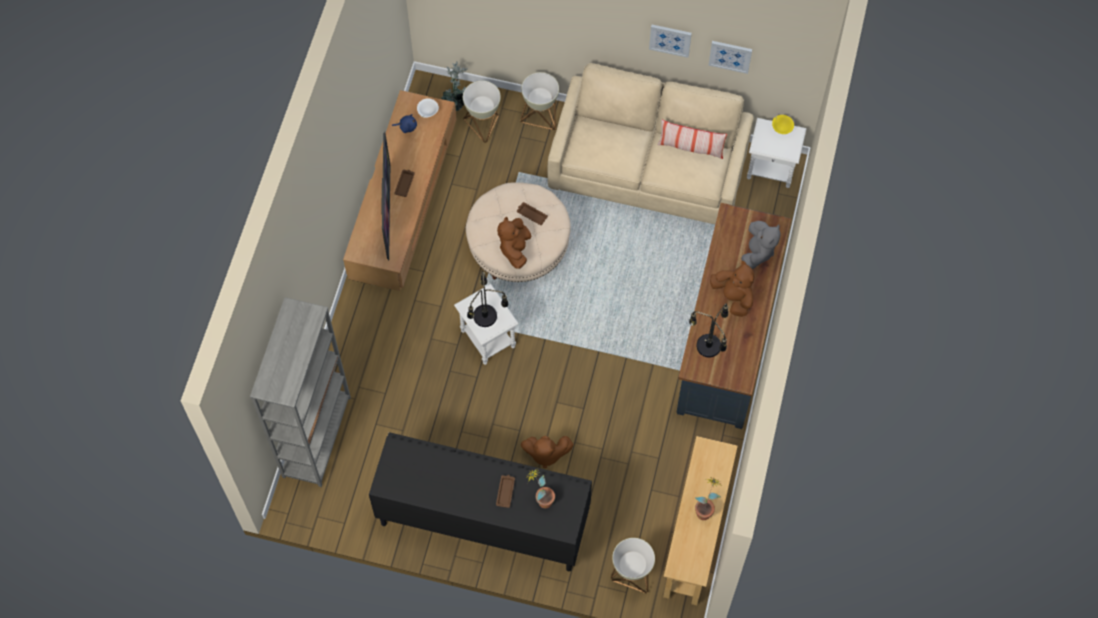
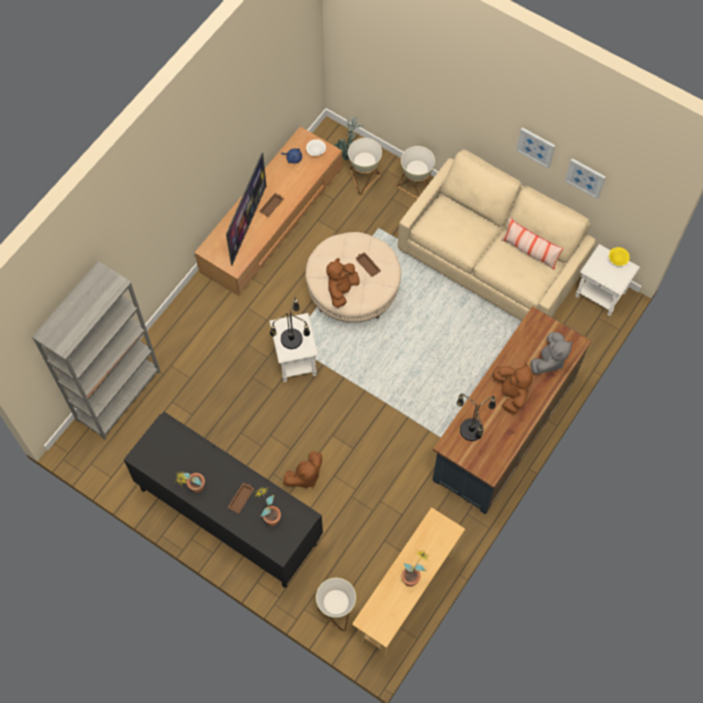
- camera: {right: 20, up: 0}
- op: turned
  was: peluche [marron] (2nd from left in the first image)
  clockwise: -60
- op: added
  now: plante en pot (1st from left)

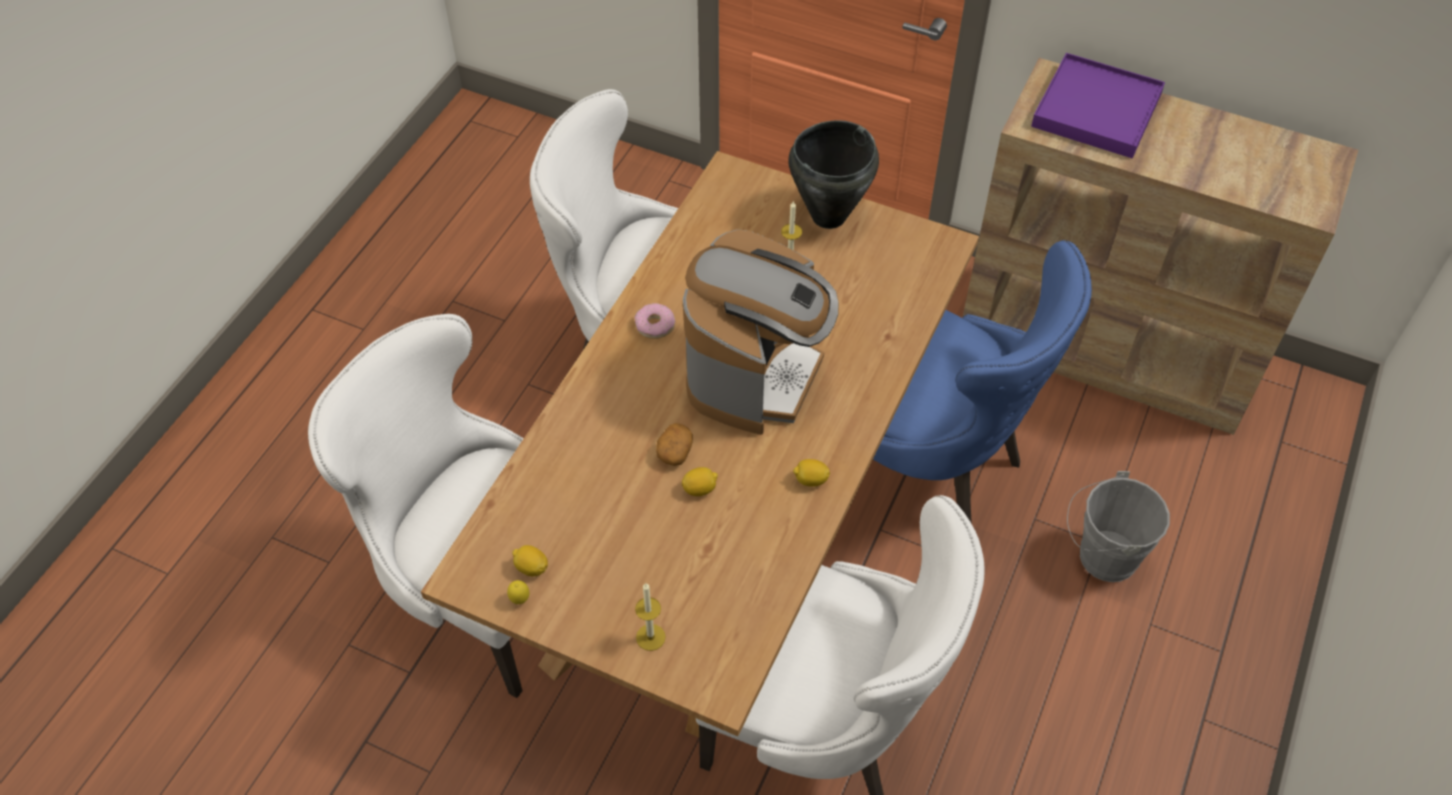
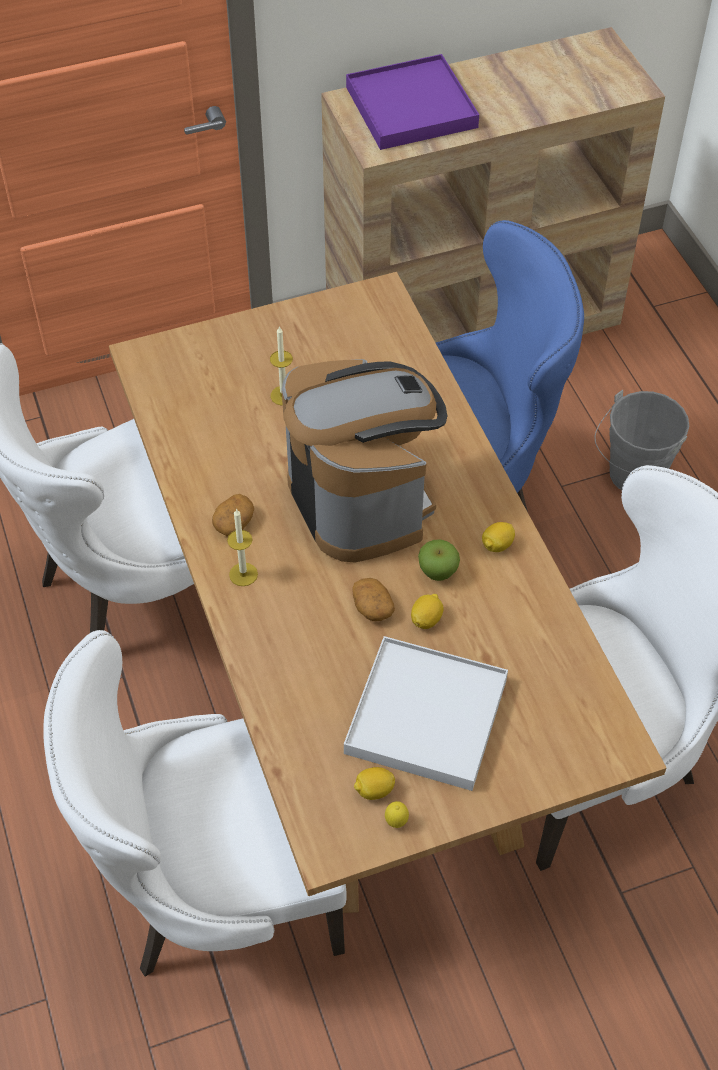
- camera: {right: -45, up: 0}
- op: replaced
  was: beignet
  now: pomme de terre (1st from left)
- op: moved
  was: bougie (1st from left)
- op: removed
  was: marmite [noir]
- op: added
  now: plateau [blanc]
- op: added
  now: pomme

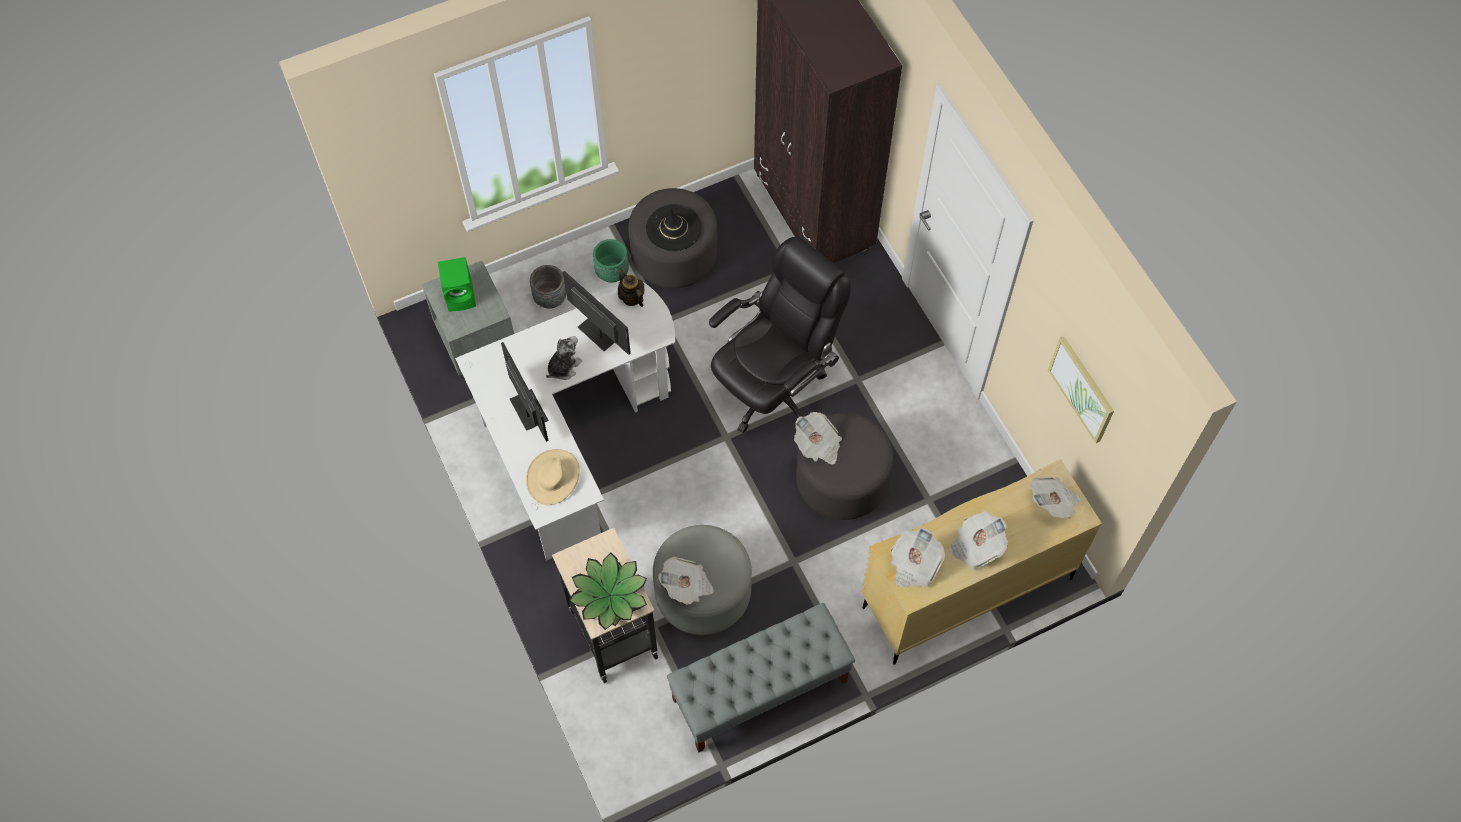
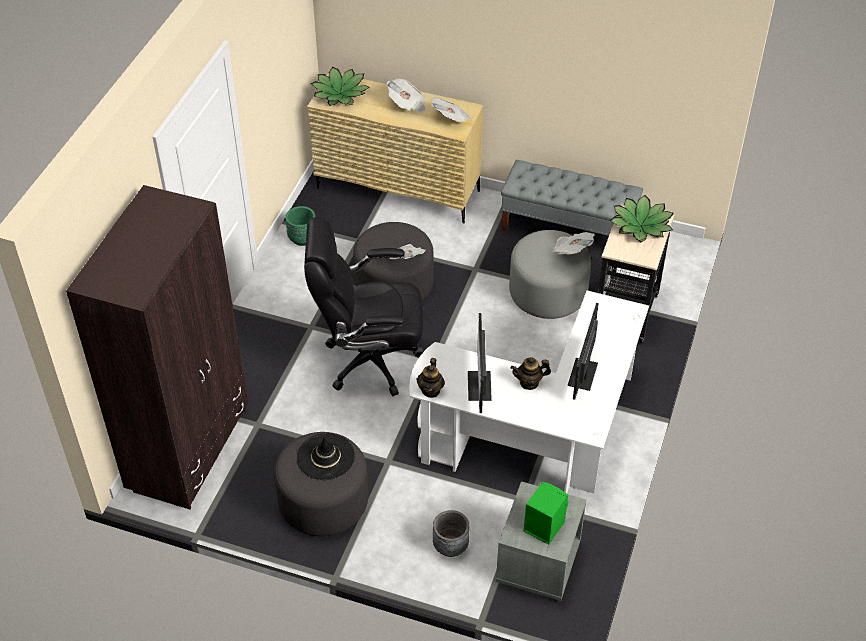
- camera: {right: -135, up: -15}
- op: removed
  was: chapeau [beige]
- op: replaced
  was: peluche
  now: théière (2nd from left)
- op: moved
  was: cache-pot [vert]
- op: replaced
  was: journal (5th from left)
  now: plante en pot (1st from left)
- op: removed
  was: tableau

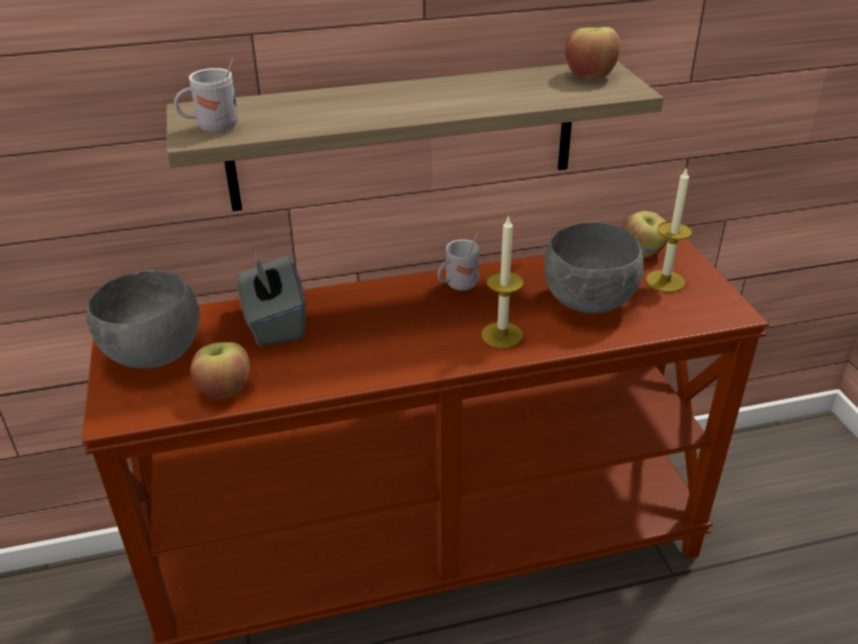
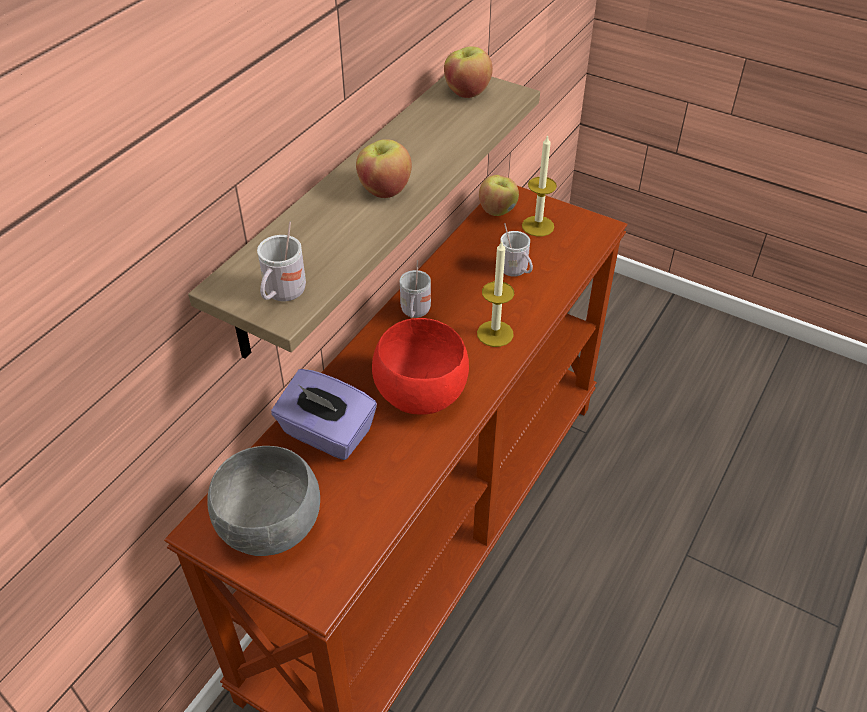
- camera: {right: -45, up: 10}
- op: moved
  was: pomme (1st from left)
- op: recoloured
  was: boîte à mouchoirs [gris]
  now: boîte à mouchoirs [violet]
- op: replaced
  was: bol [gris] (2nd from left)
  now: mug [blanc] (3rd from left)
- op: added
  now: bol [rouge]

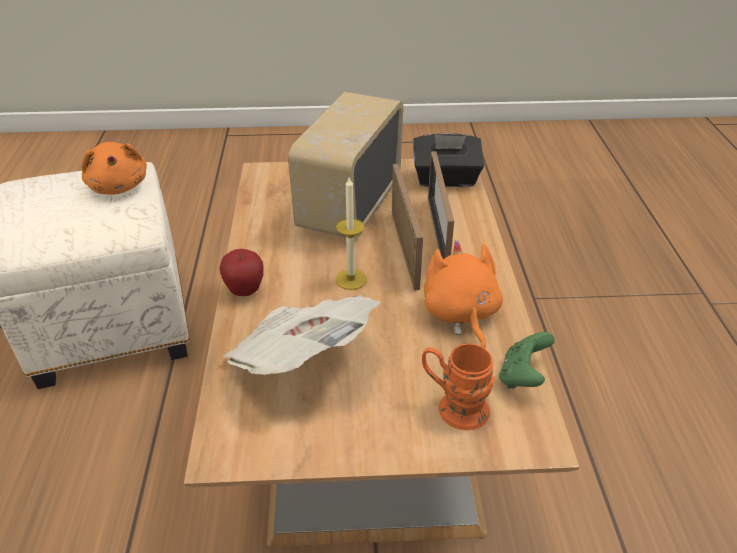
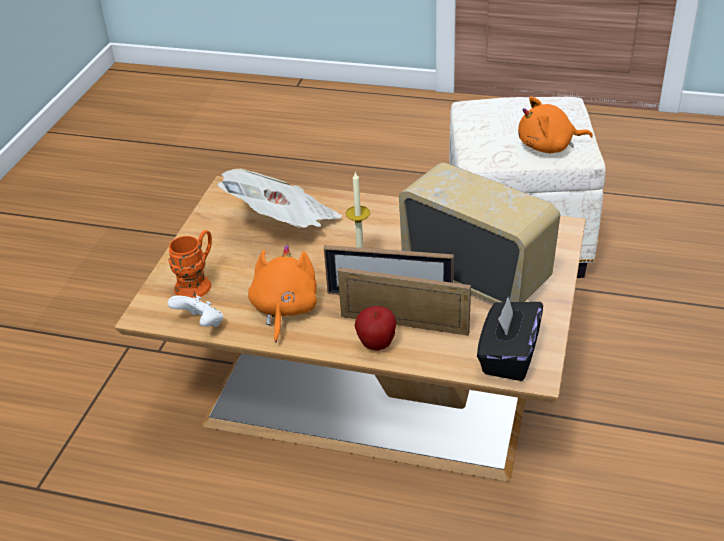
- camera: {right: 110, up: 0}
- op: moved
  was: pomme
- op: turned
  was: peluche [orange] (2nd from left in the first image)
  clockwise: -90
- op: recoloured
  was: manette [vert]
  now: manette [blanc]

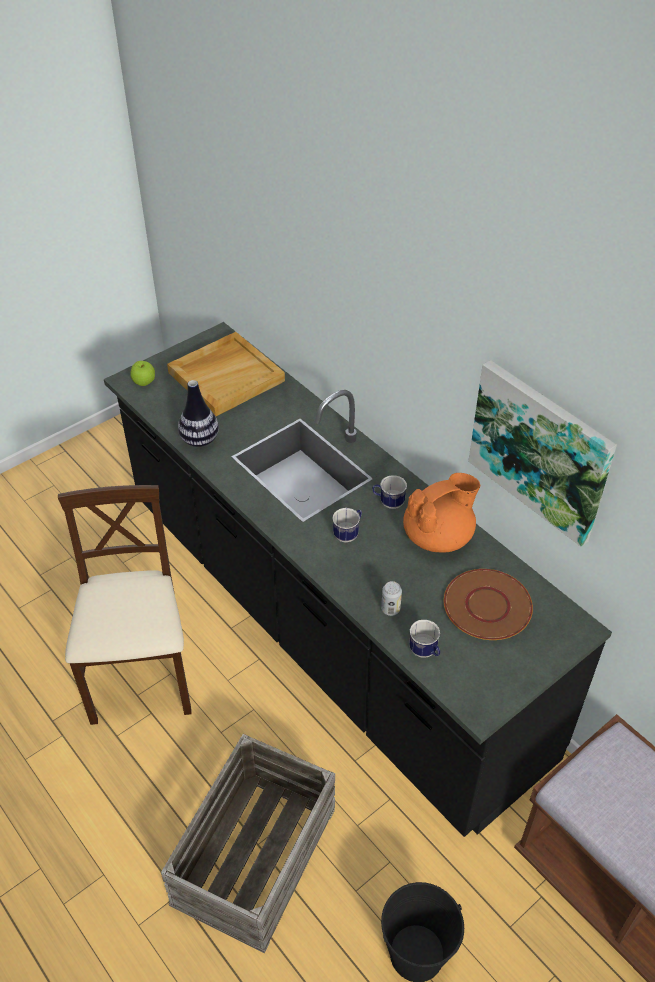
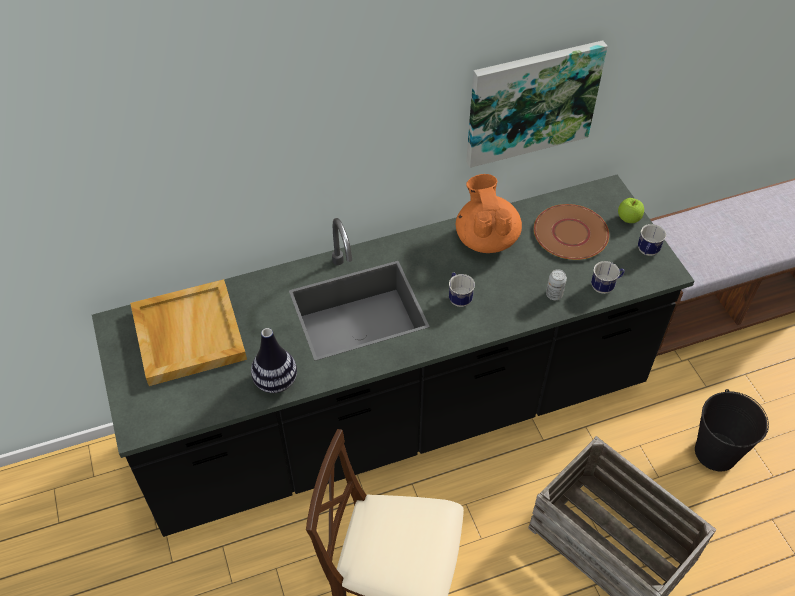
- camera: {right: -70, up: 5}
- op: moved
  was: pomme
- op: moved
  was: mug (2nd from left in the first image)
  now: mug (3rd from left)

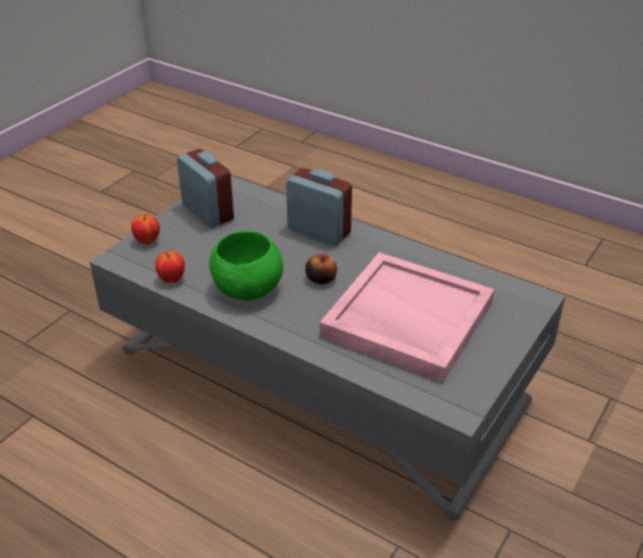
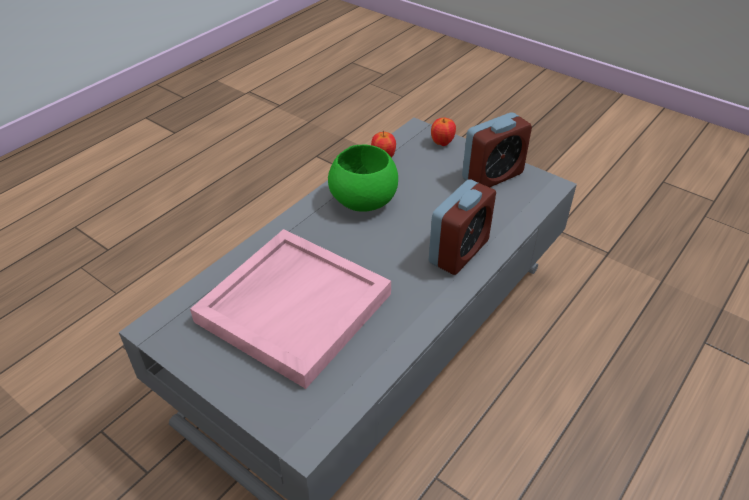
- camera: {right: 95, up: 5}
- op: removed
  was: pomme (3rd from left)

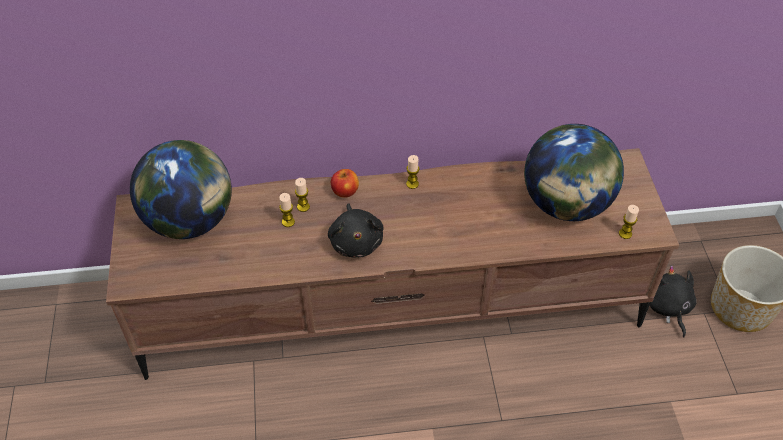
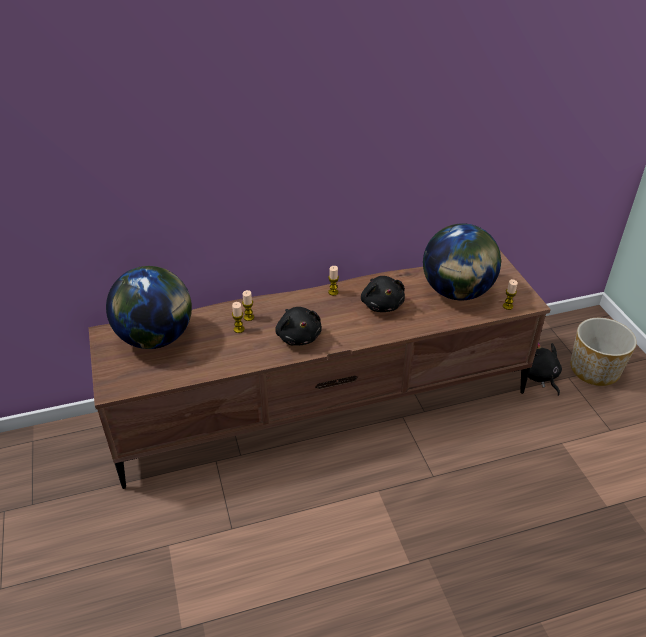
- camera: {right: -10, up: -10}
- op: removed
  was: pomme
- op: added
  now: peluche [noir] (2nd from left)

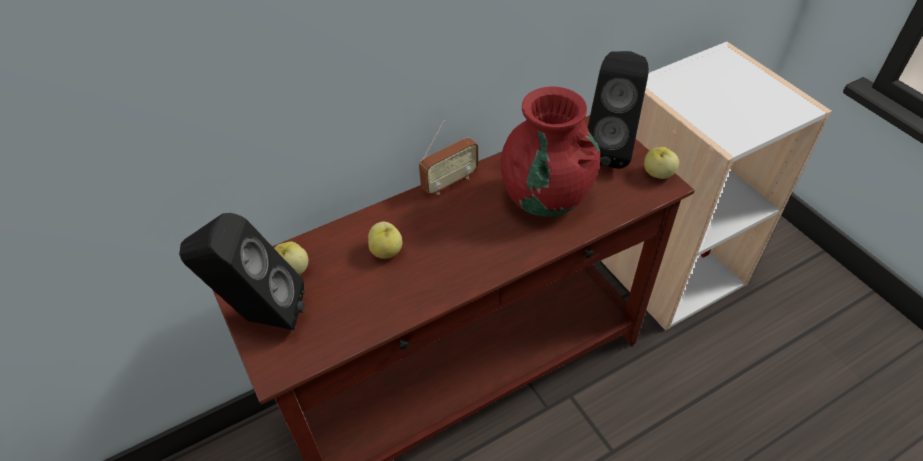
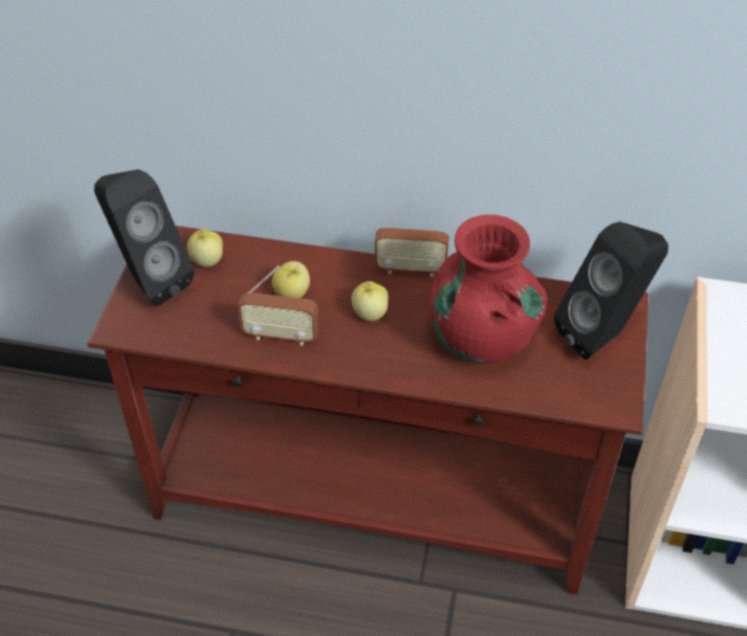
- camera: {right: 40, up: 0}
- op: moved
  was: pomme (3rd from left)
- op: added
  now: radio (1st from left)

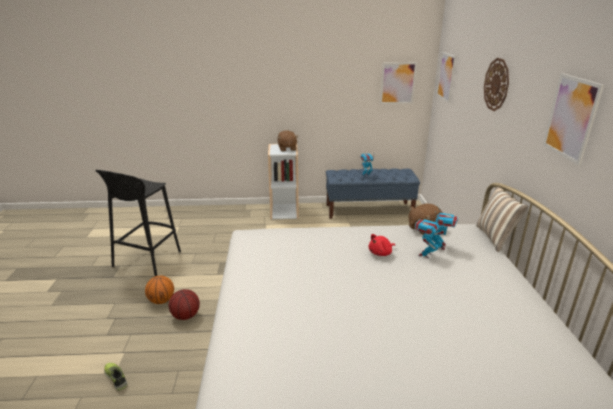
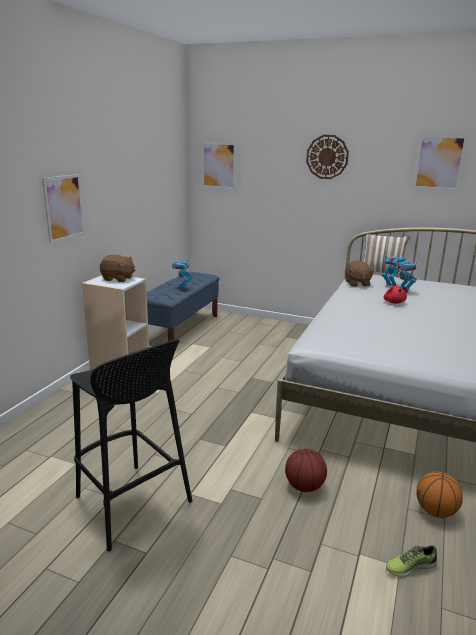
- camera: {right: -65, up: -5}
- op: moved
  was: ballon de basket (1st from left in the first image)
  now: ballon de basket (2nd from left)
- op: moved
  was: tableau (1st from left)

